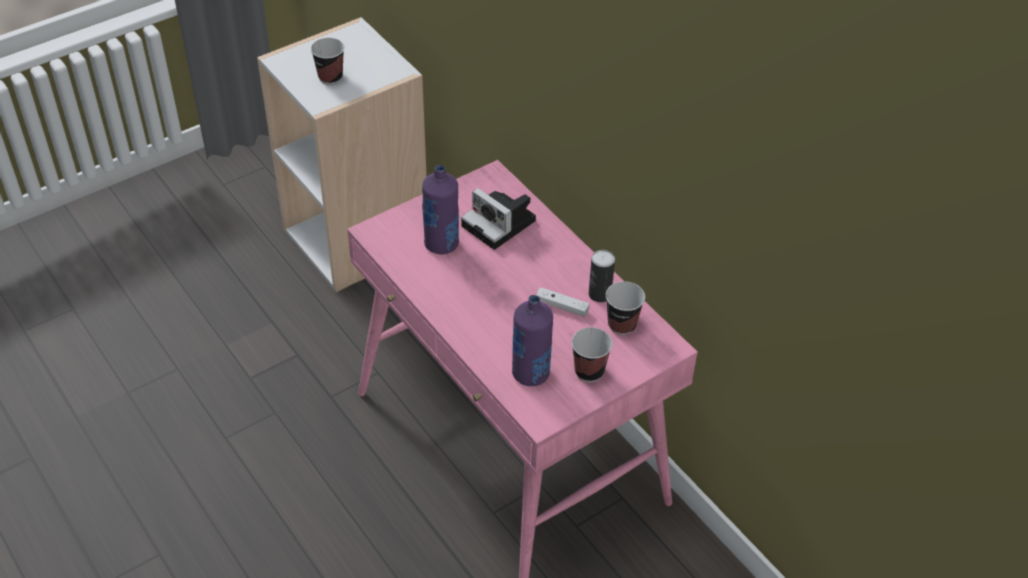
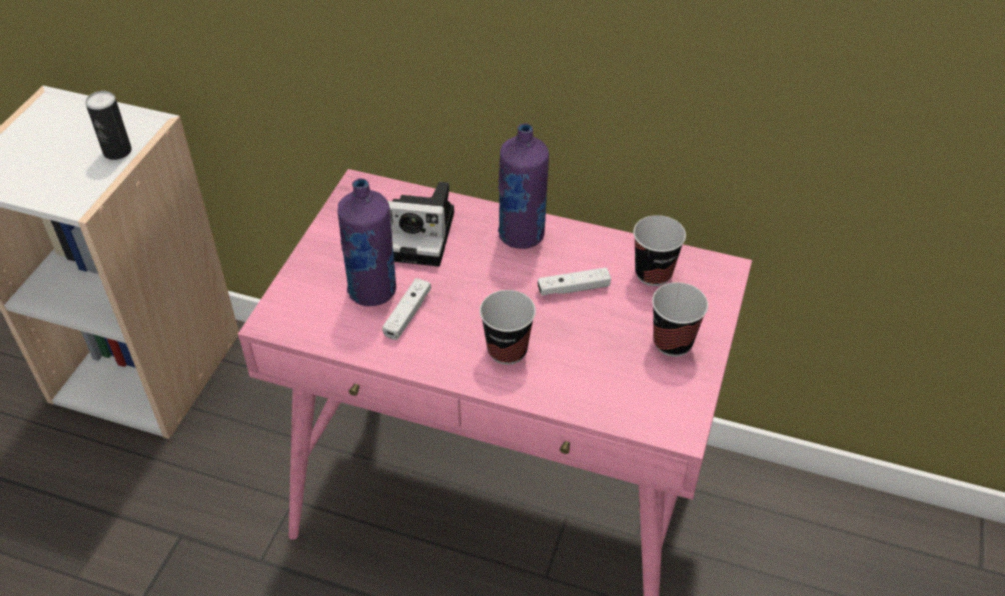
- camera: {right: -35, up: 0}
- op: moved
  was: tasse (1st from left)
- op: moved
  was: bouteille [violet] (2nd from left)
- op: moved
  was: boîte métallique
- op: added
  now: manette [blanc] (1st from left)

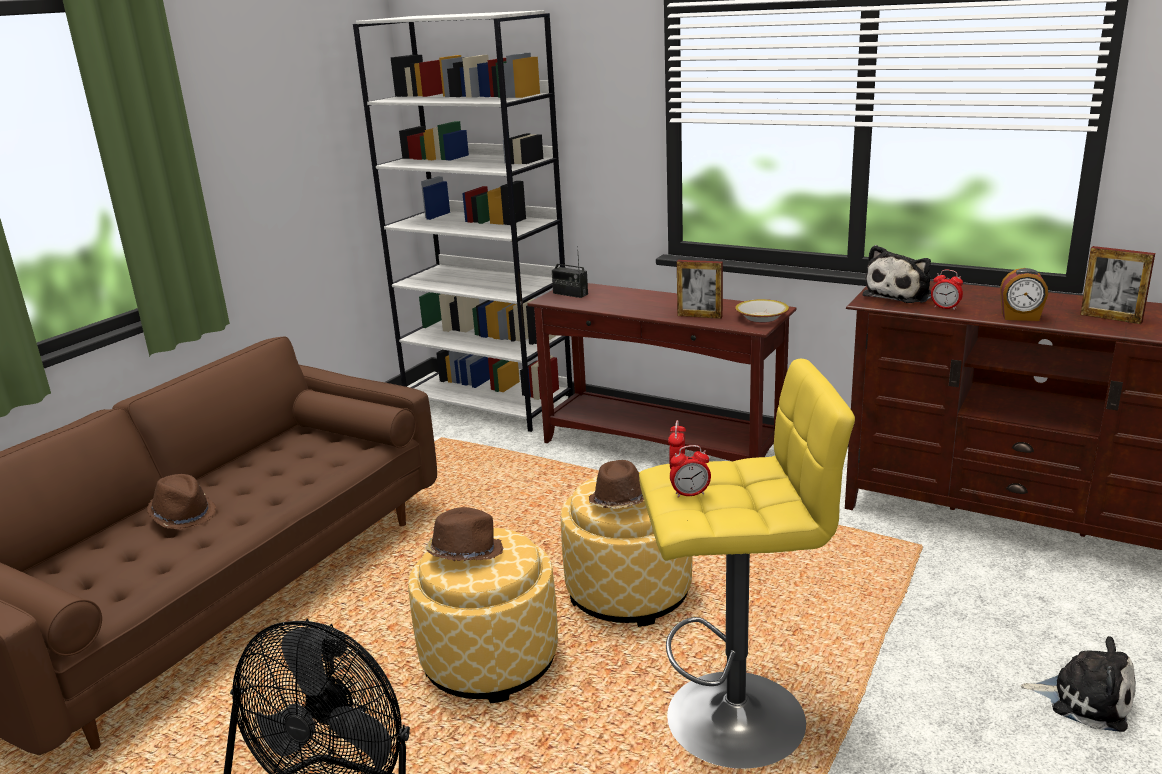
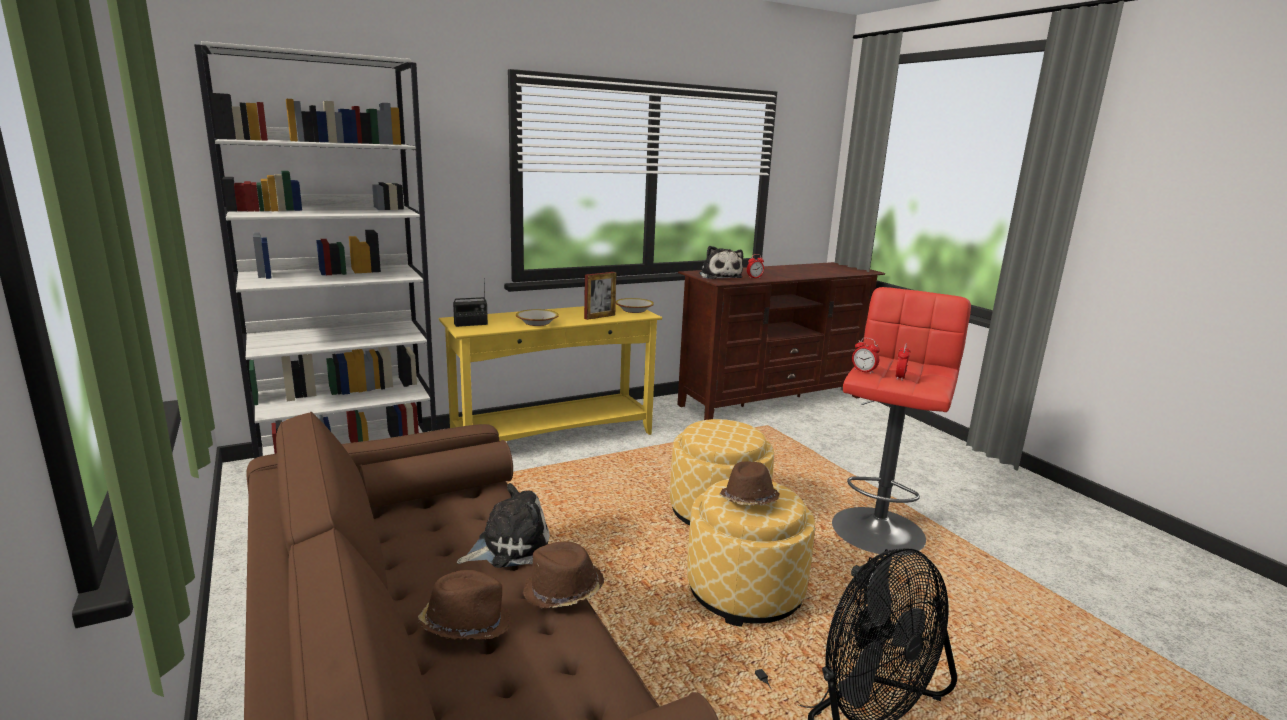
- camera: {right: -60, up: -5}
- op: recoloured
  was: table console [marron]
  now: table console [jaune]
- op: moved
  was: chapeau [marron] (3rd from left in the first image)
  now: chapeau [marron] (2nd from left)
- op: recoloured
  was: tabouret [jaune]
  now: tabouret [rouge]
- op: removed
  was: réveil (4th from left)
- op: moved
  was: peluche (2nd from left in the first image)
  now: peluche (1st from left)
- op: removed
  was: cadre photo (2nd from left)
- op: added
  now: bol (1st from left)

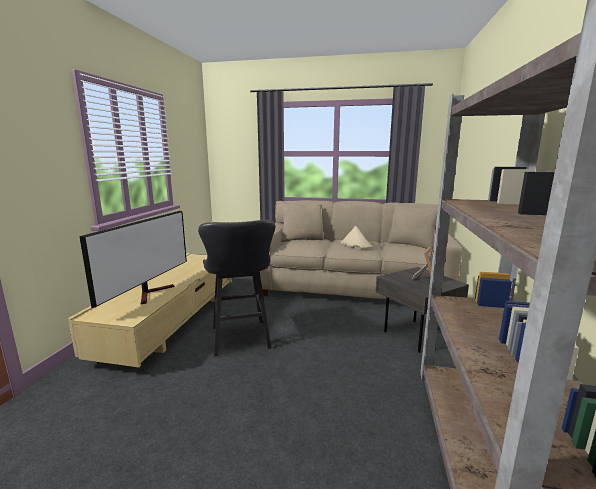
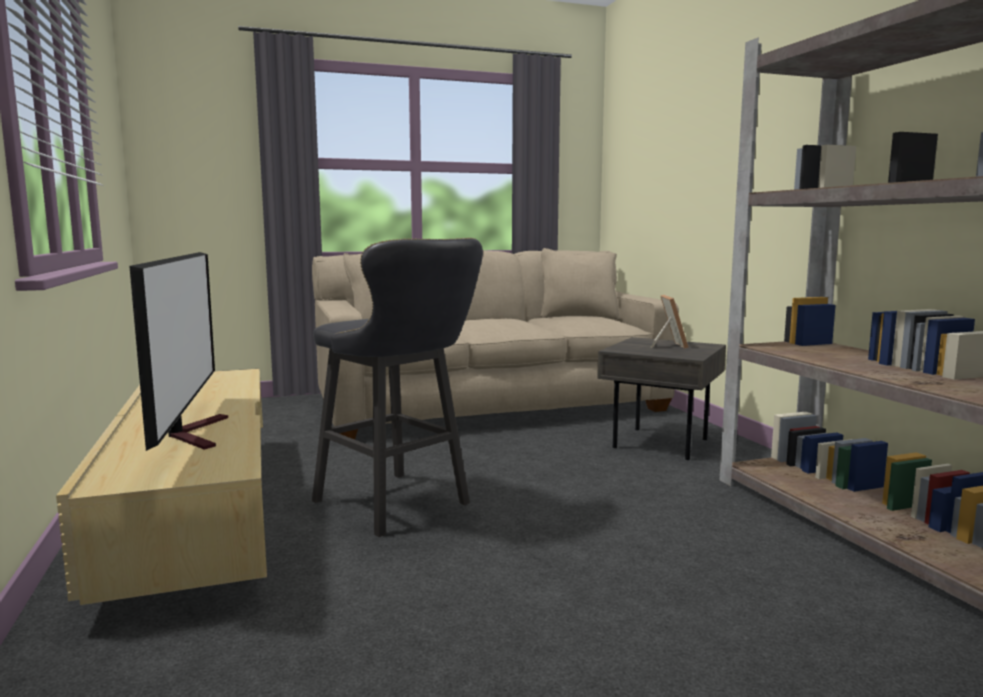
- camera: {right: -30, up: -5}
- op: removed
  was: chapeau [beige]

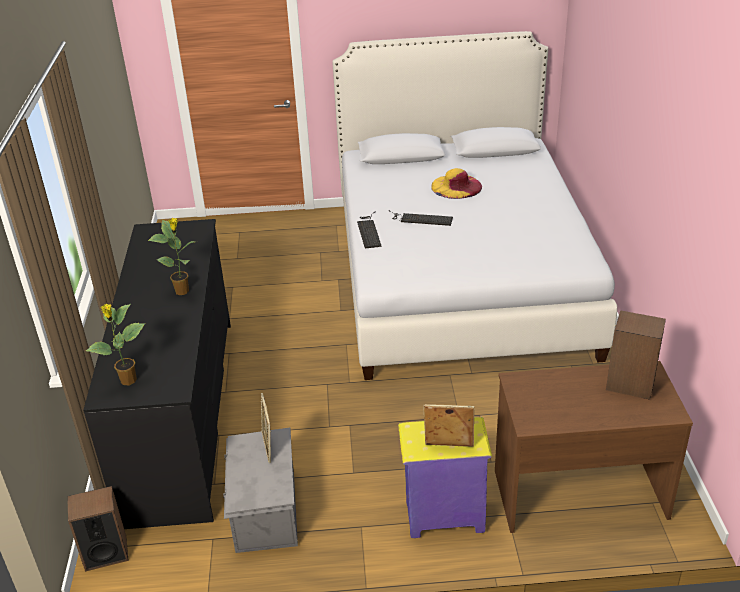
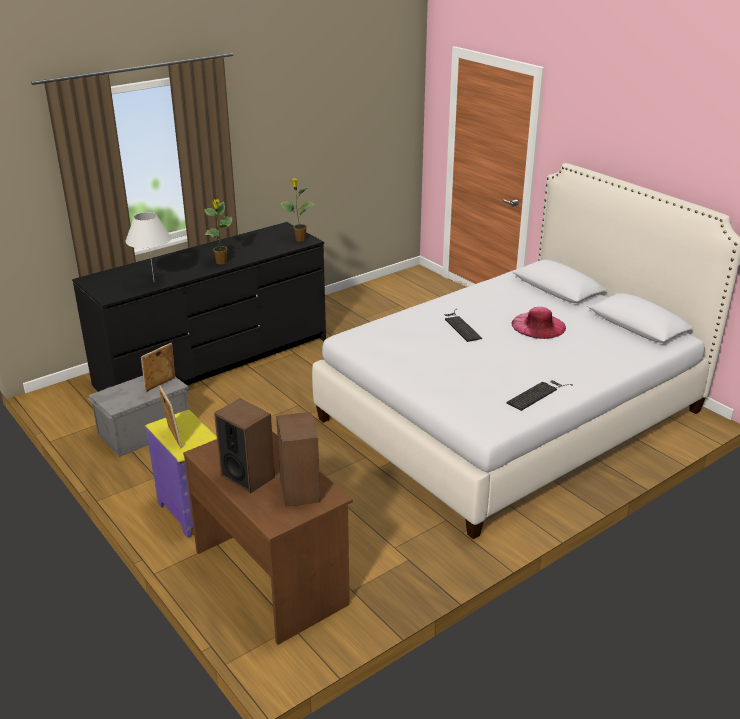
- camera: {right: 55, up: -5}
- op: moved
  was: enceinte (1st from left)
- op: moved
  was: plante en pot (1st from left in the first image)
  now: plante en pot (2nd from left)
- op: moved
  was: clavier (1st from left in the first image)
  now: clavier (2nd from left)
- op: recoloured
  was: chapeau [jaune]
  now: chapeau [rose]
- op: added
  now: lampe de table [blanc]

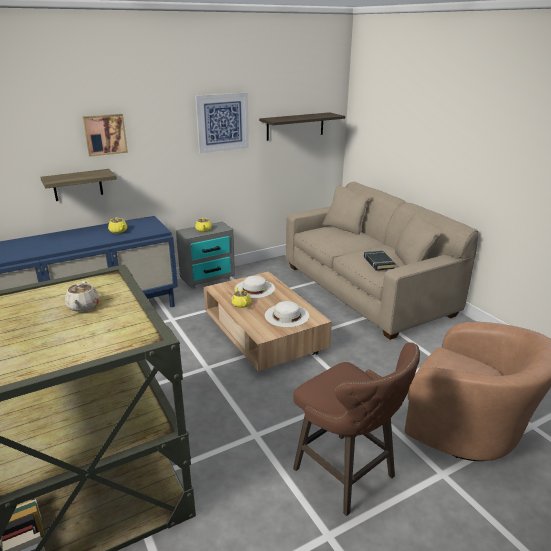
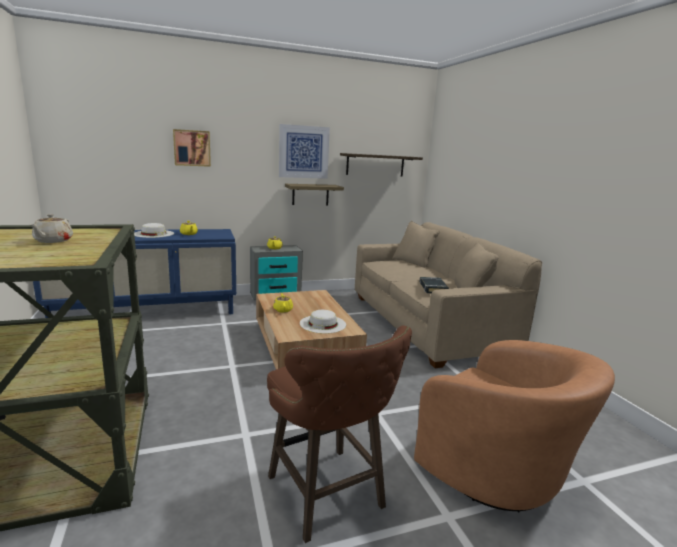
- camera: {right: 10, up: -10}
- op: moved
  was: étagère (1st from left)
- op: moved
  was: chapeau [blanc] (1st from left)

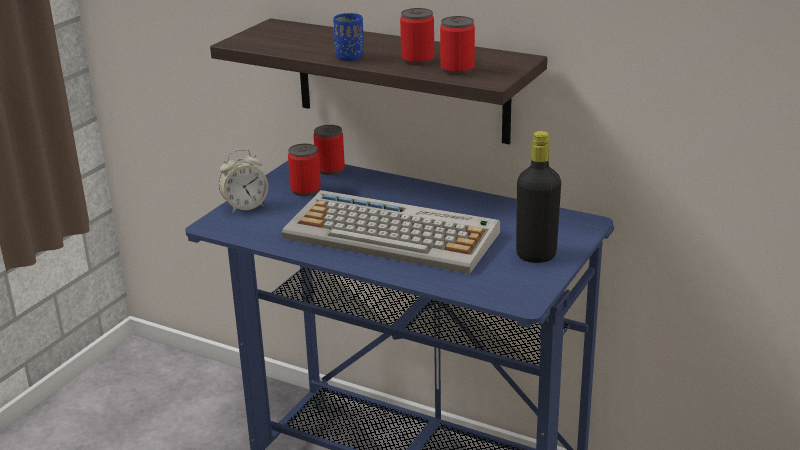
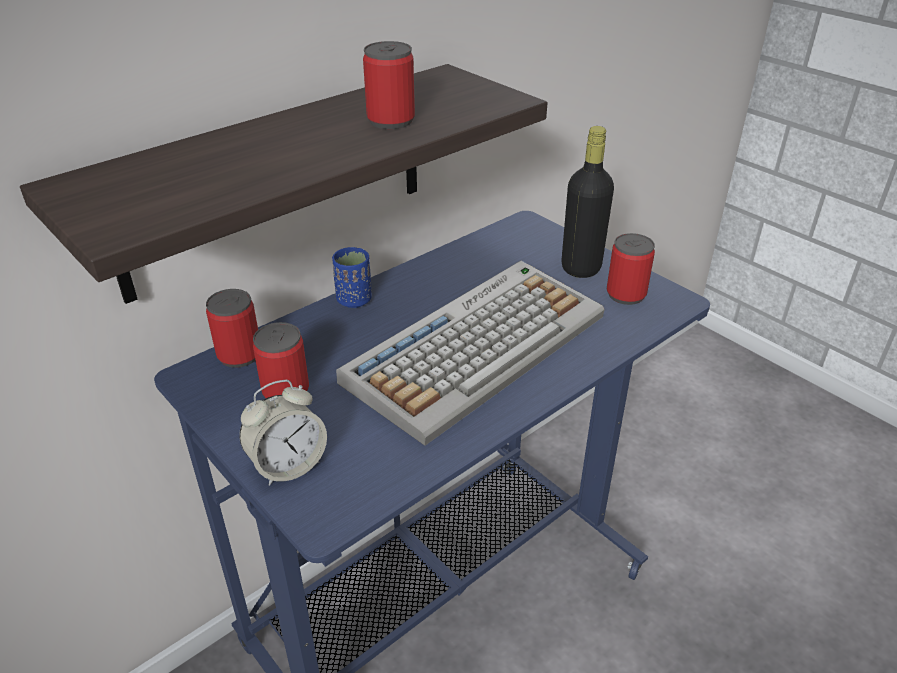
- camera: {right: -70, up: 10}
- op: turned
  was: réveil
  clockwise: 60
- op: moved
  was: tasse [bleu]
- op: moved
  was: boîte métallique (4th from left)

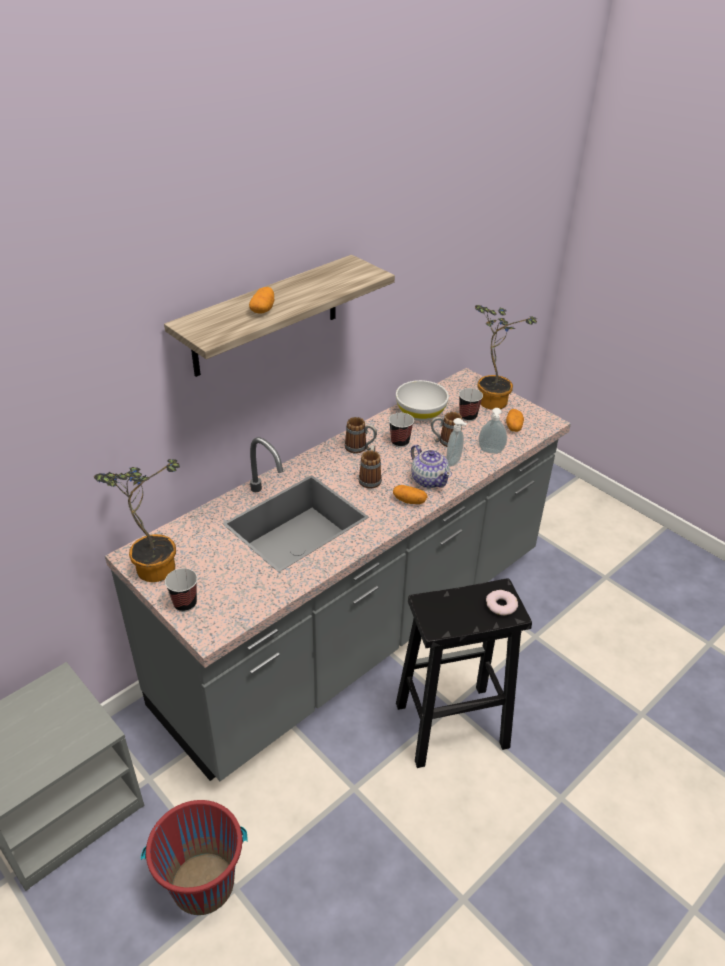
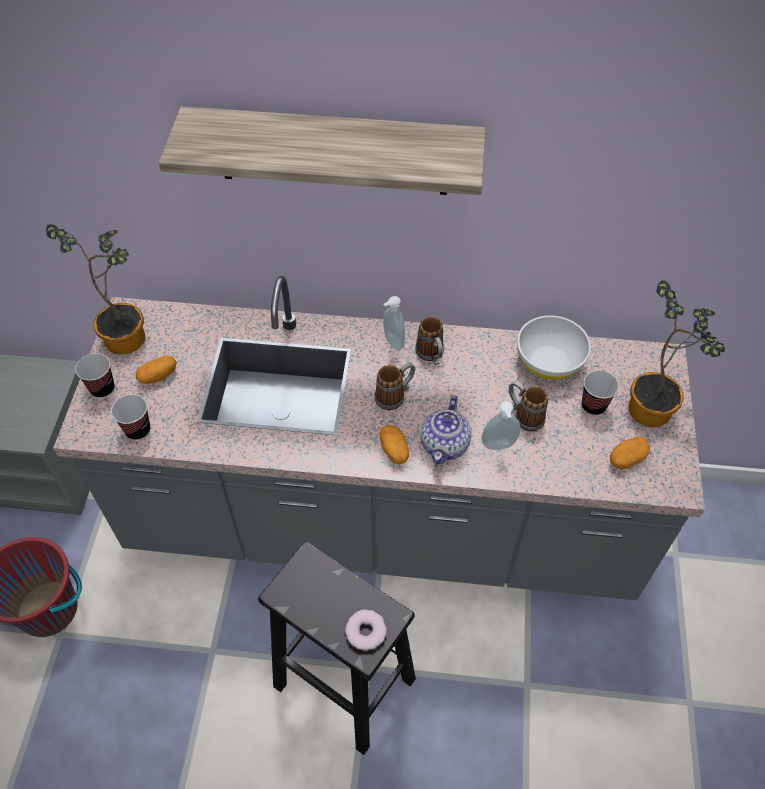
- camera: {right: 50, up: 15}
- op: moved
  was: pomme de terre (1st from left)
- op: moved
  was: tasse (2nd from left)
- op: moved
  was: distributeur de savon (2nd from left in the first image)
  now: distributeur de savon (1st from left)

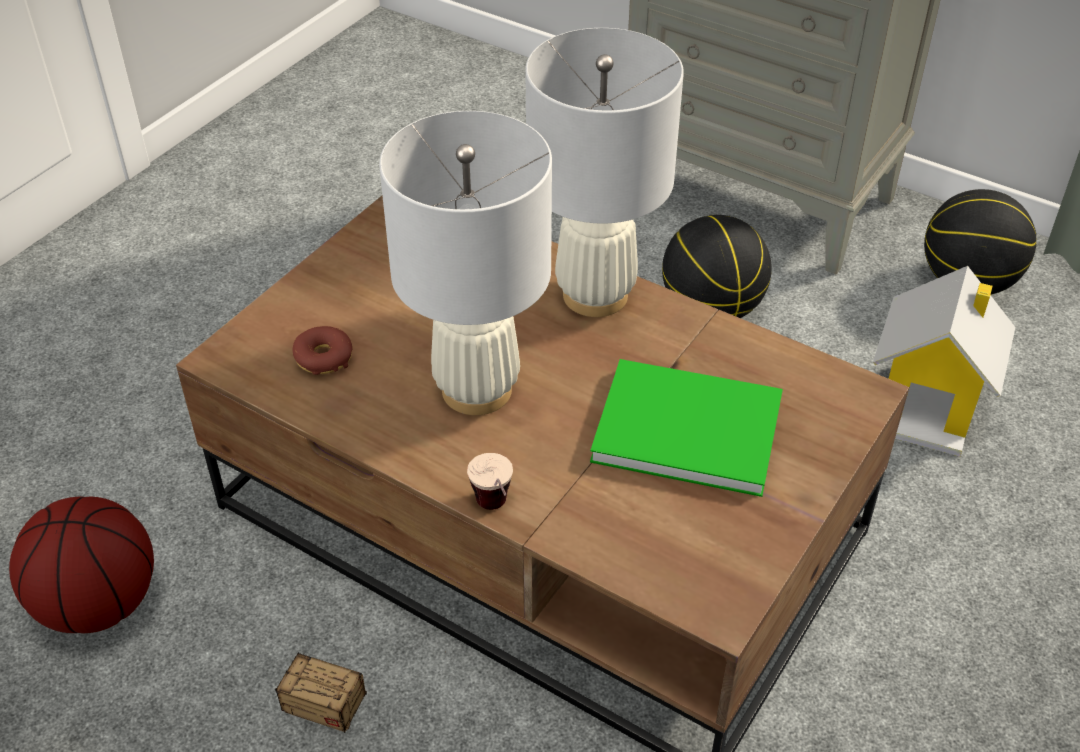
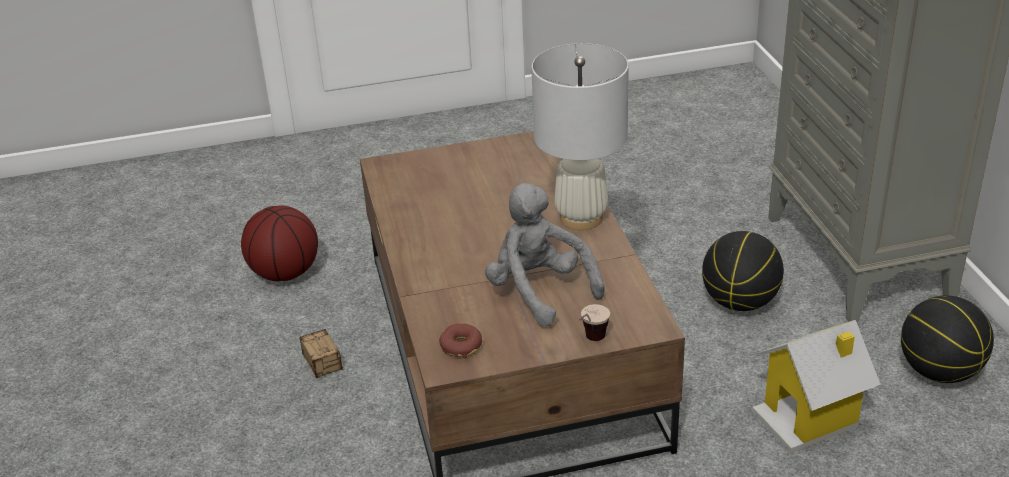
- camera: {right: 45, up: -10}
- op: moved
  was: beignet
- op: removed
  was: lampe de table [blanc] (1st from left)
- op: moved
  was: tasse
- op: replaced
  was: livre [vert]
  now: peluche [gris]

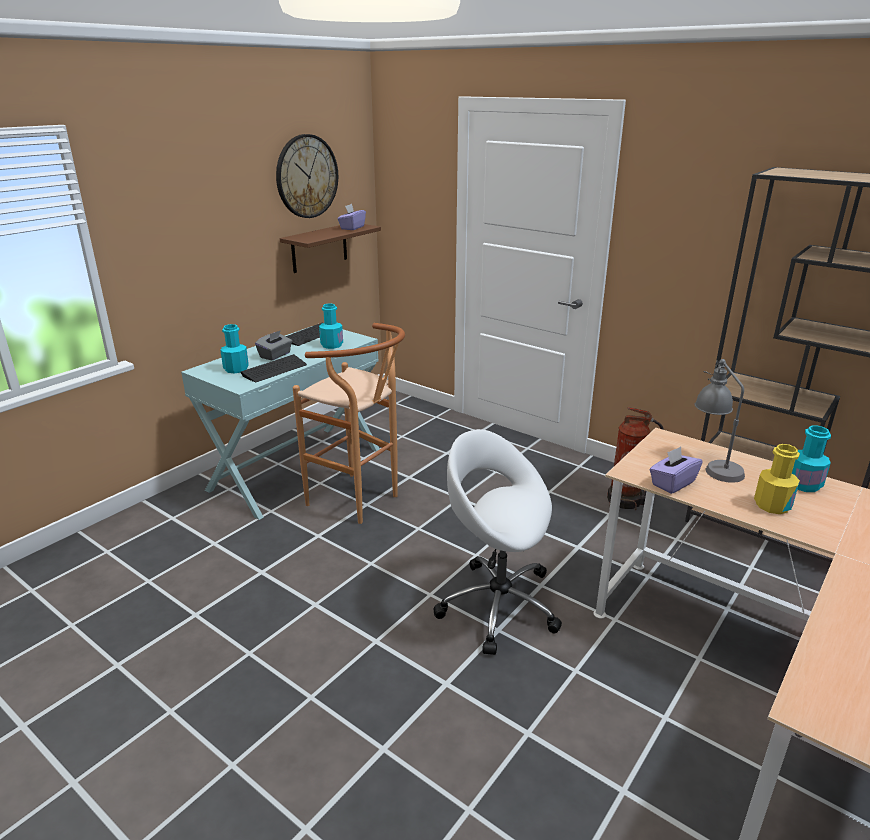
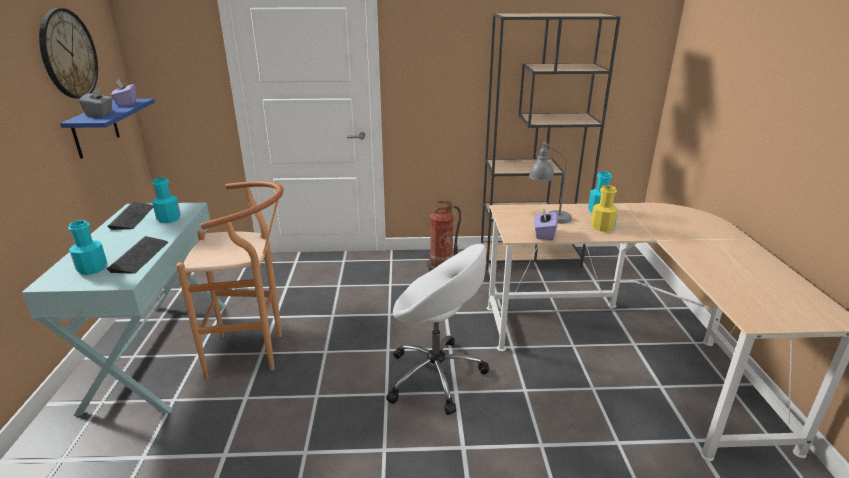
- camera: {right: -40, up: 0}
- op: moved
  was: boîte à mouchoirs [gris]
- op: recoloured
  was: étagère [marron]
  now: étagère [bleu]
- op: turned
  was: chaise de bureau [blanc]
  clockwise: -135

